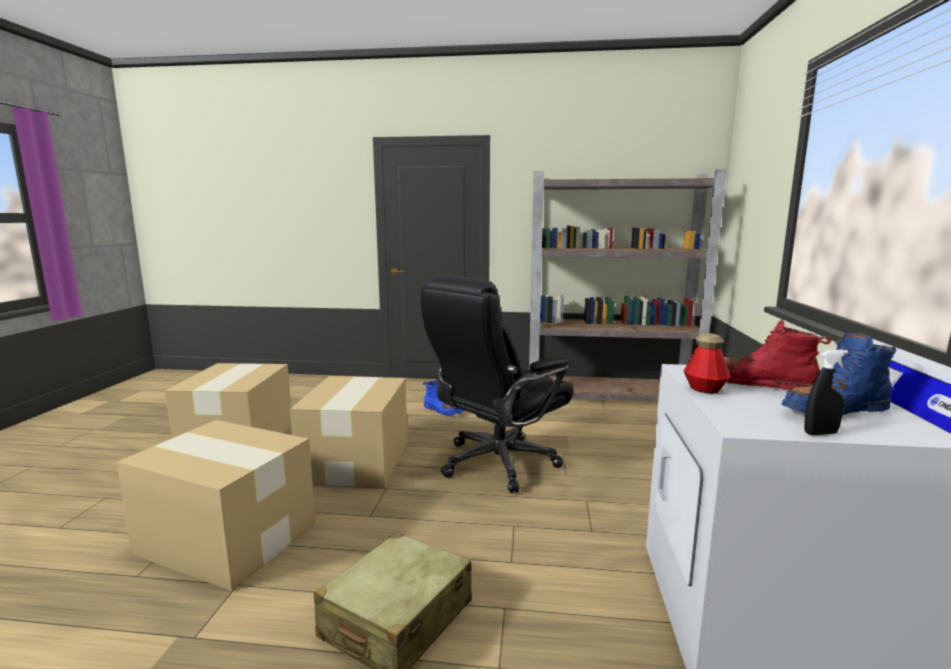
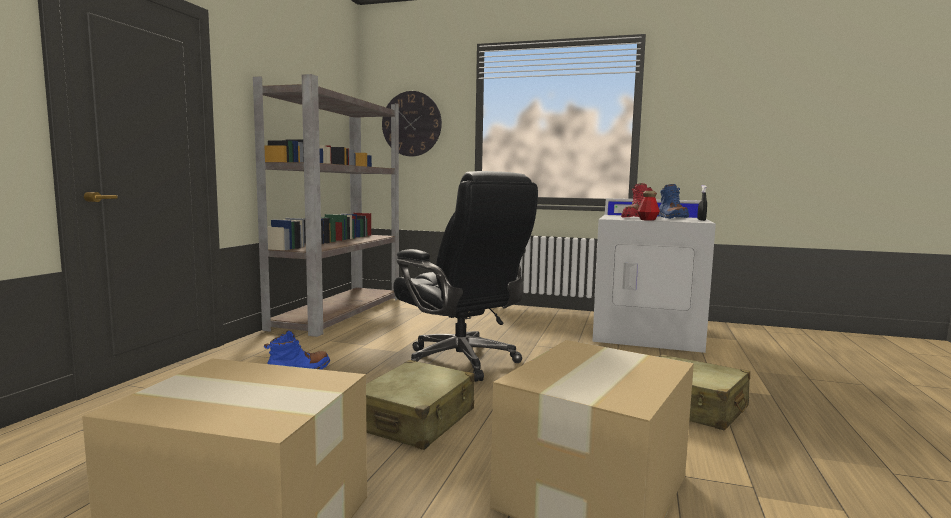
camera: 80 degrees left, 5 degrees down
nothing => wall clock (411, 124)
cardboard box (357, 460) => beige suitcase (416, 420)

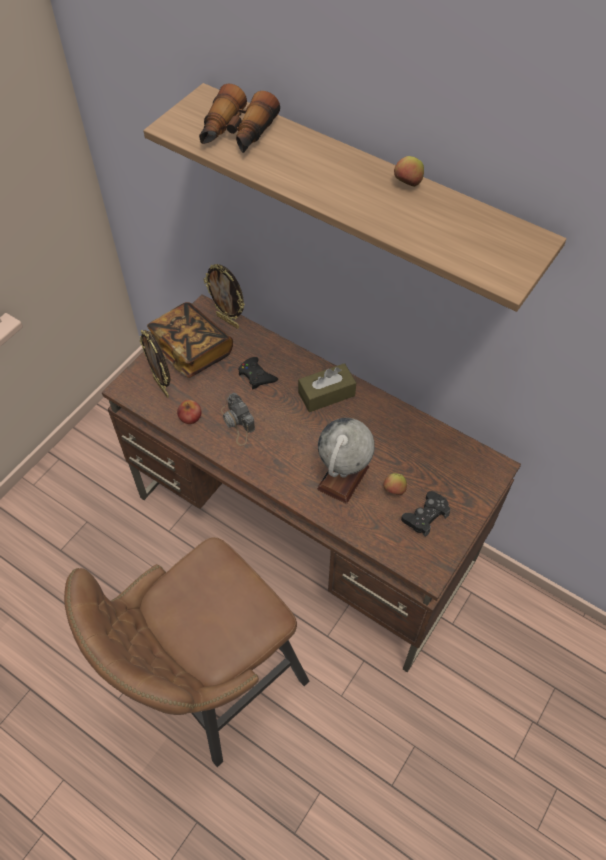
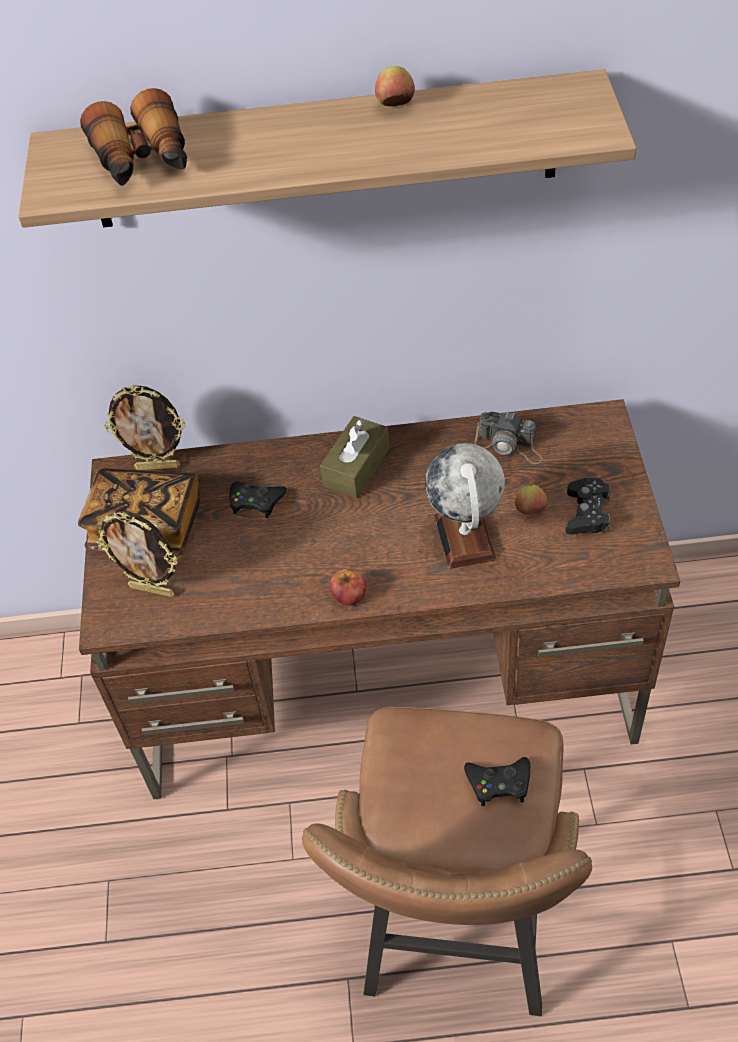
camera: 35 degrees left, 5 degrees down
nothing => black game controller (499, 783)
apple (190, 417) => apple (349, 594), shifted
photo camera (237, 423) => photo camera (509, 446), shifted

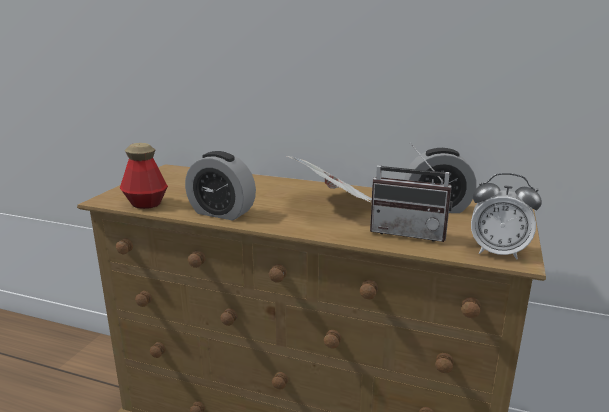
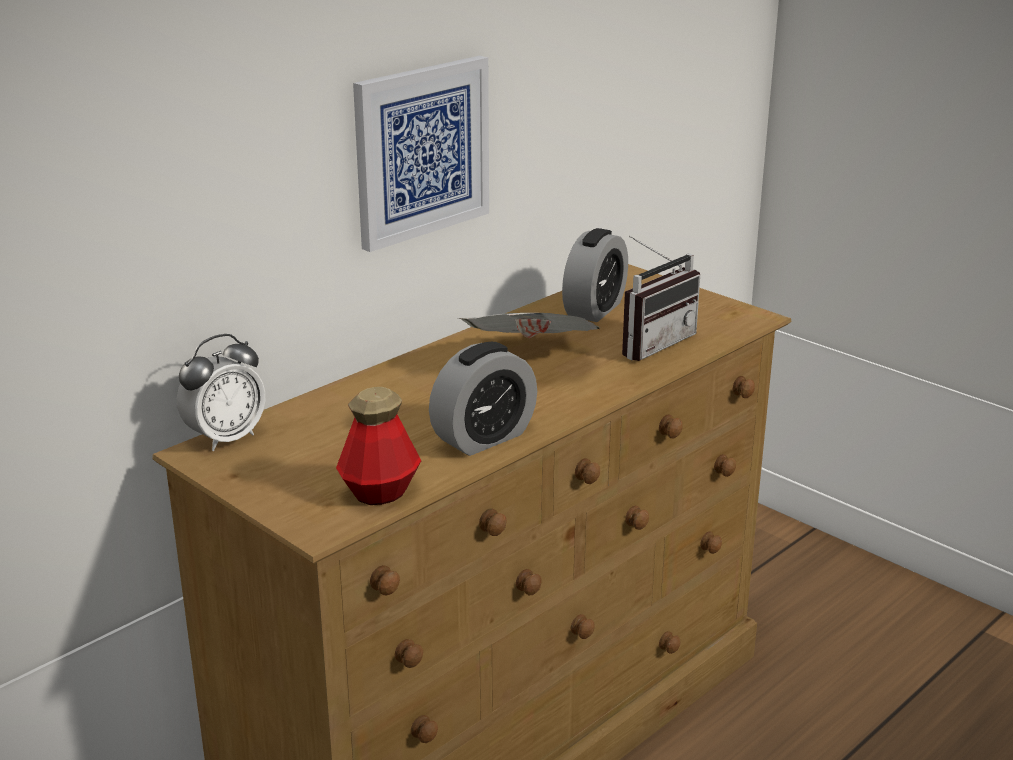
camera: 65 degrees left, 5 degrees up
nothing => picture (421, 151)
alarm clock (498, 252) => alarm clock (225, 438), shifted

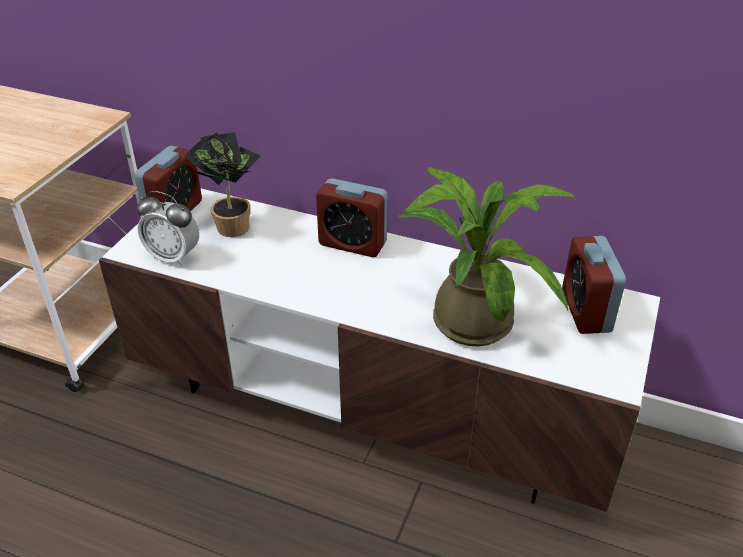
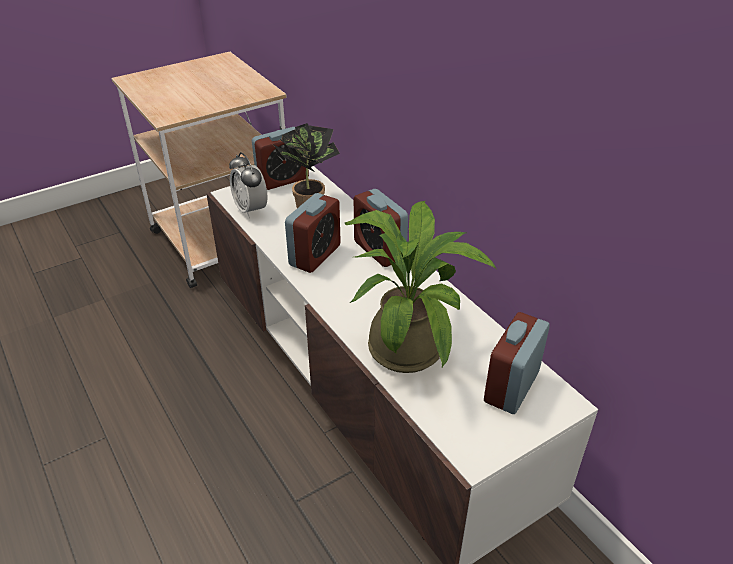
camera: 35 degrees right, 0 degrees up
nothing => alarm clock (315, 255)

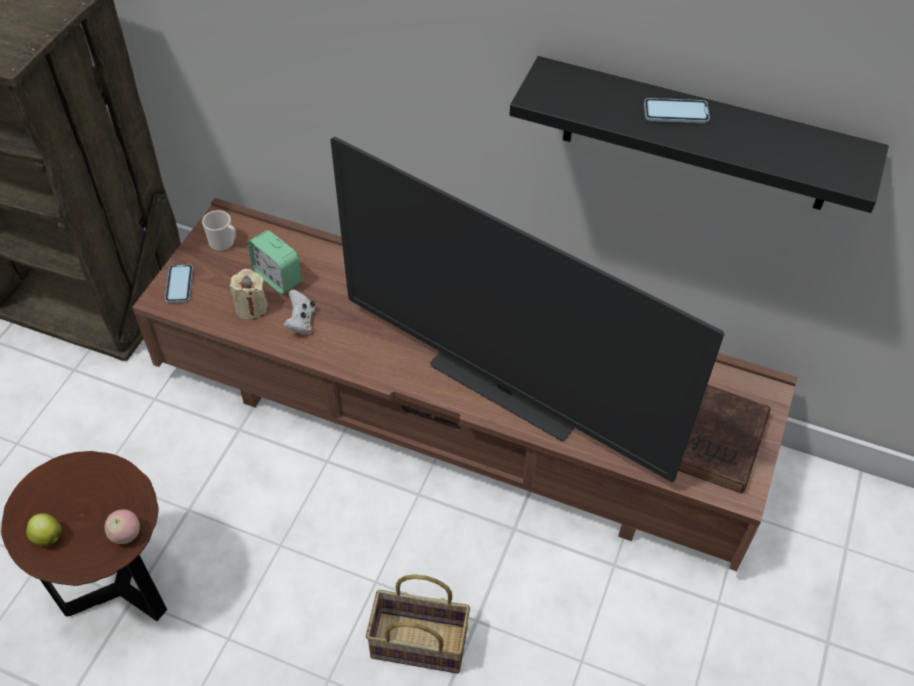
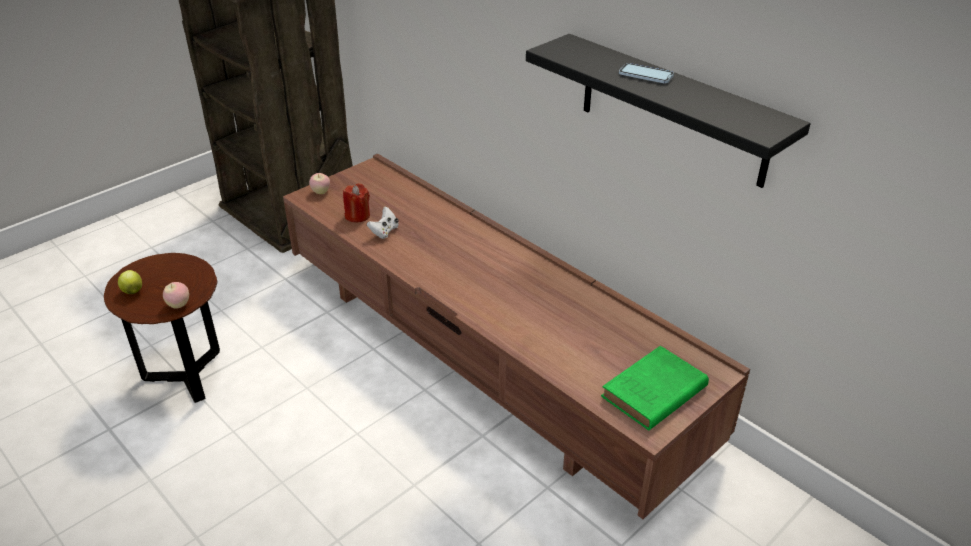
camera: 25 degrees right, 15 degrees down
mug (224, 243) => nothing
alarm clock (278, 277) => nothing
television (503, 392) => nothing
basket (416, 644) => nothing
phone (179, 285) => apple (321, 192)
beige candle (251, 307) => red candle (357, 216)
brown book (720, 444) => green book (652, 393)

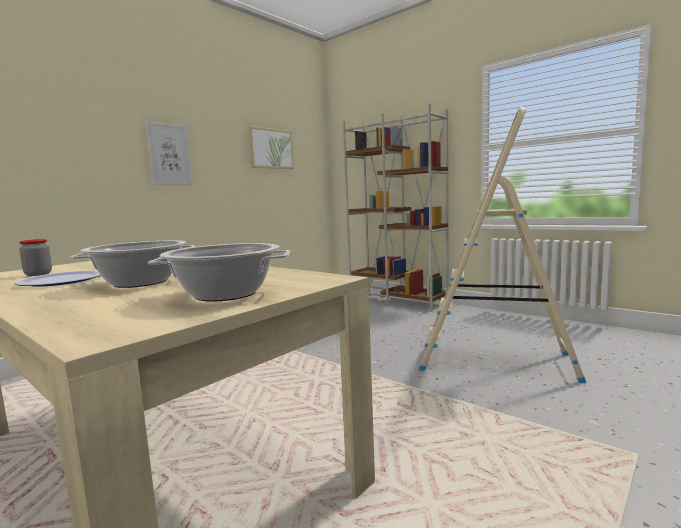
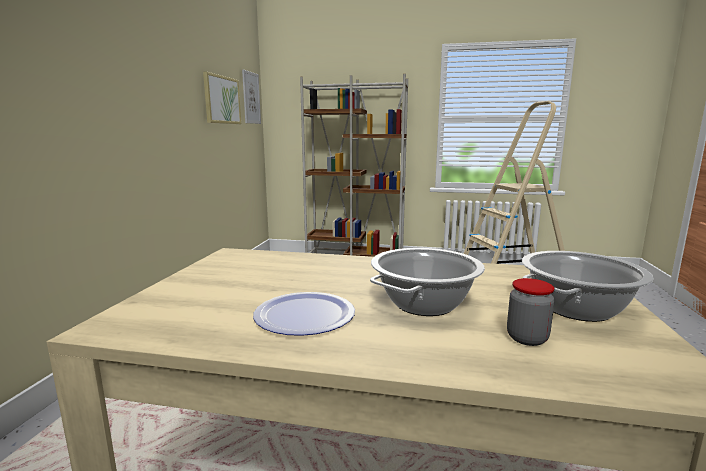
camera: 30 degrees left, 5 degrees up
jar (38, 274) => jar (527, 338), shifted
picture (169, 154) => picture (251, 98), shifted

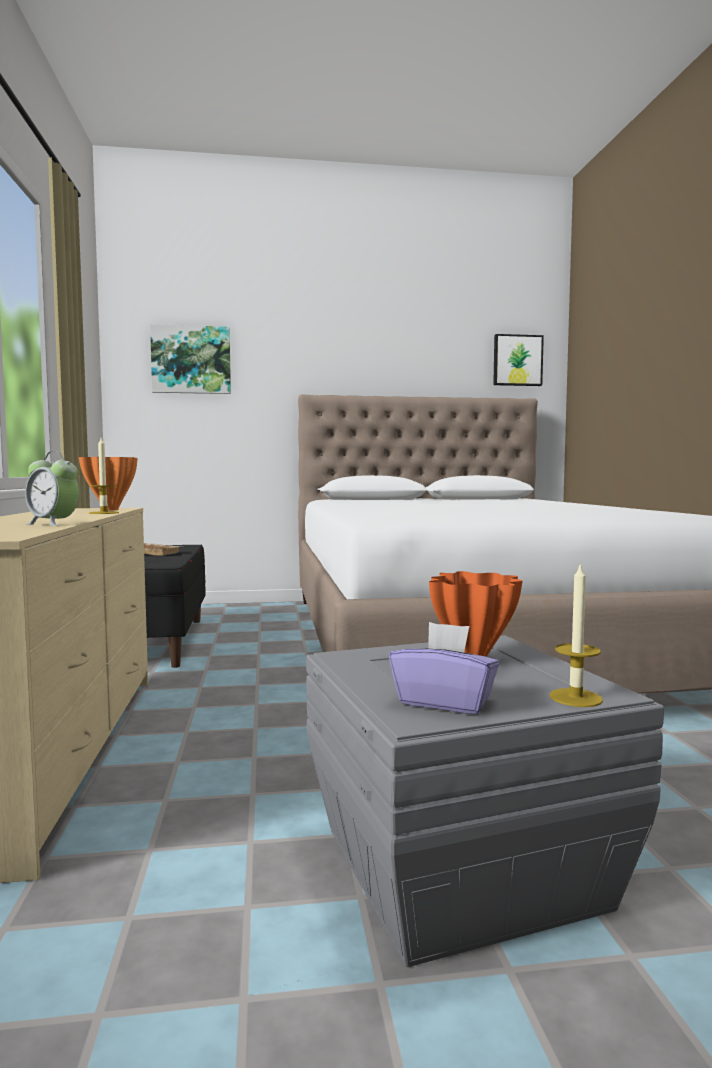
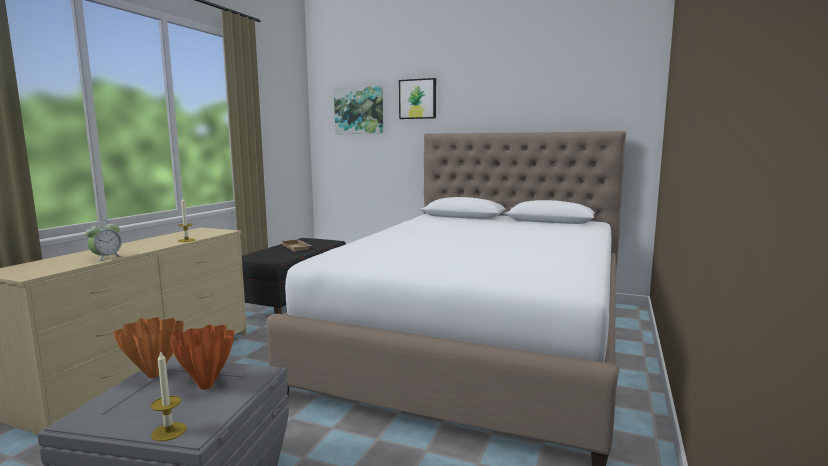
camera: 30 degrees right, 5 degrees up
purple tissue box (444, 701) => nothing
orange vase (110, 510) => orange vase (152, 375), shifted
picture (517, 360) => picture (418, 99), shifted
alarm clock (53, 524) => alarm clock (106, 258), 120 degrees counterclockwise

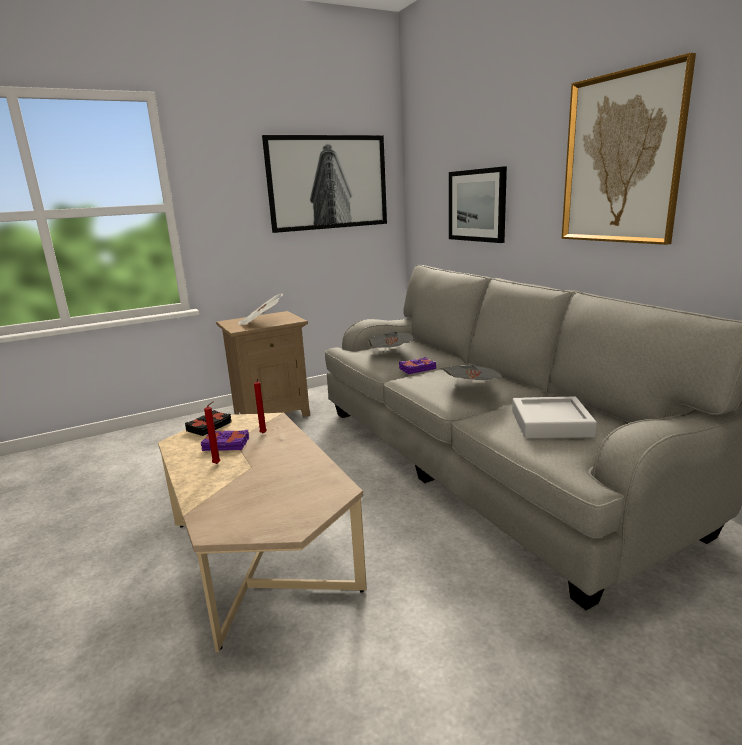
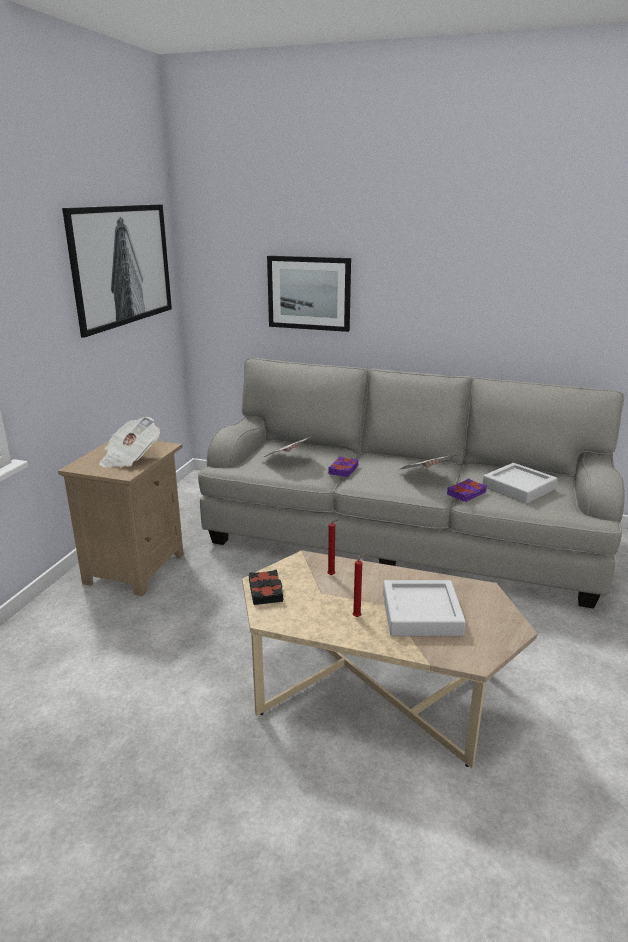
camera: 45 degrees left, 5 degrees up
picture (621, 159) => nothing
nothing => grey tray (421, 614)
purple book (226, 445) => purple book (466, 493), shifted

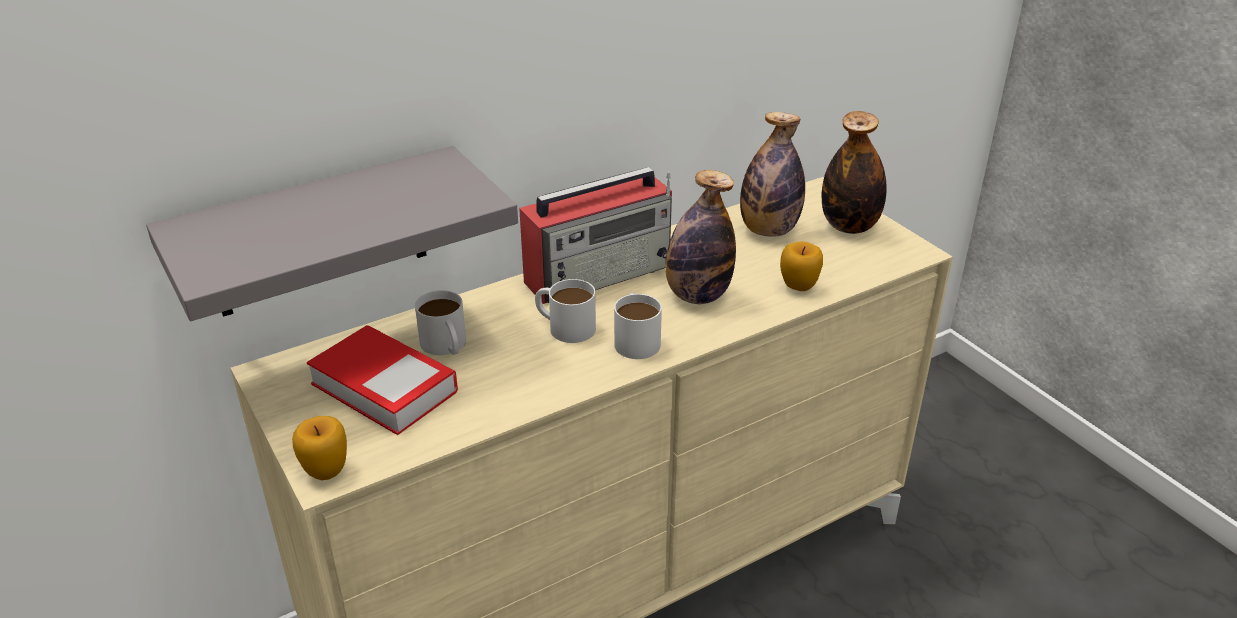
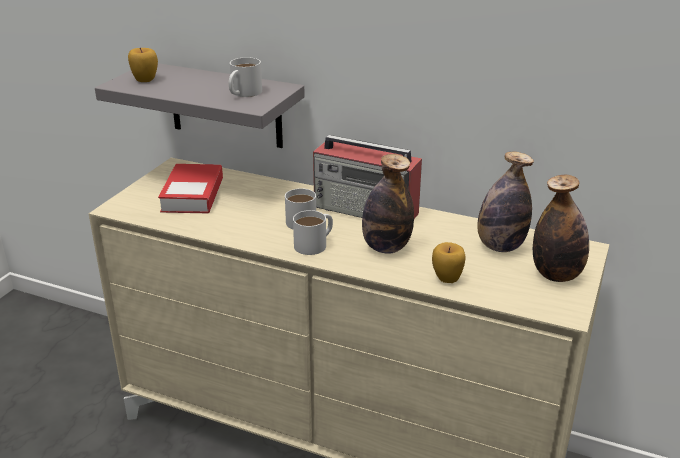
camera: 55 degrees right, 5 degrees down
apple (326, 470) => apple (145, 80), shifted
white mug (446, 346) => white mug (243, 93), shifted

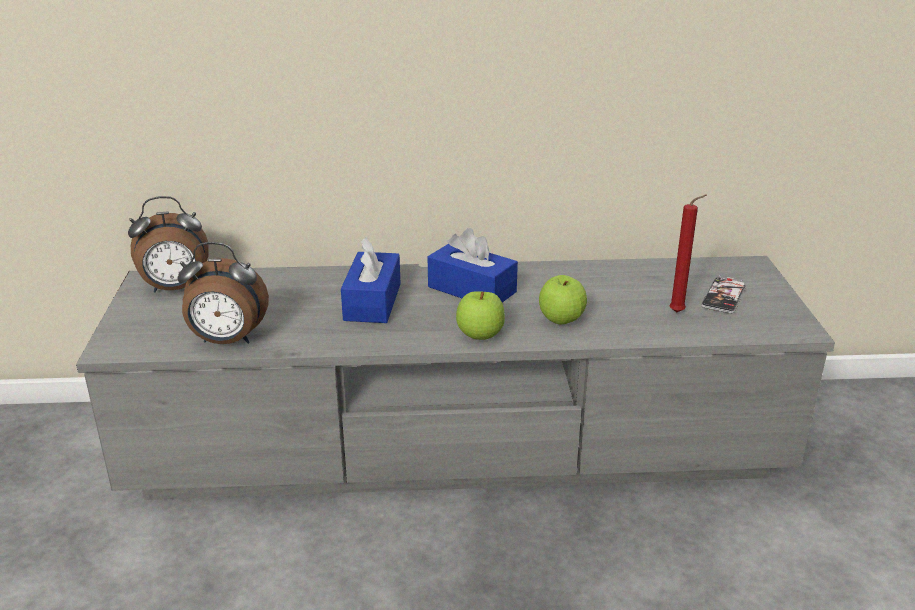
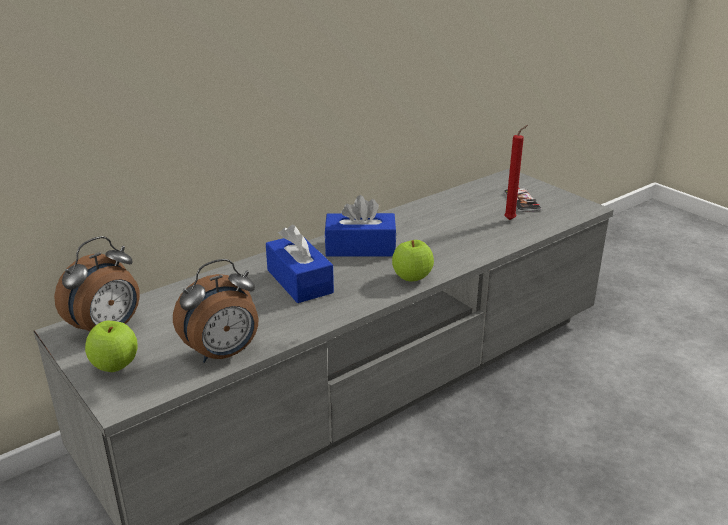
camera: 35 degrees left, 0 degrees up
apple (561, 320) => apple (115, 366), shifted

